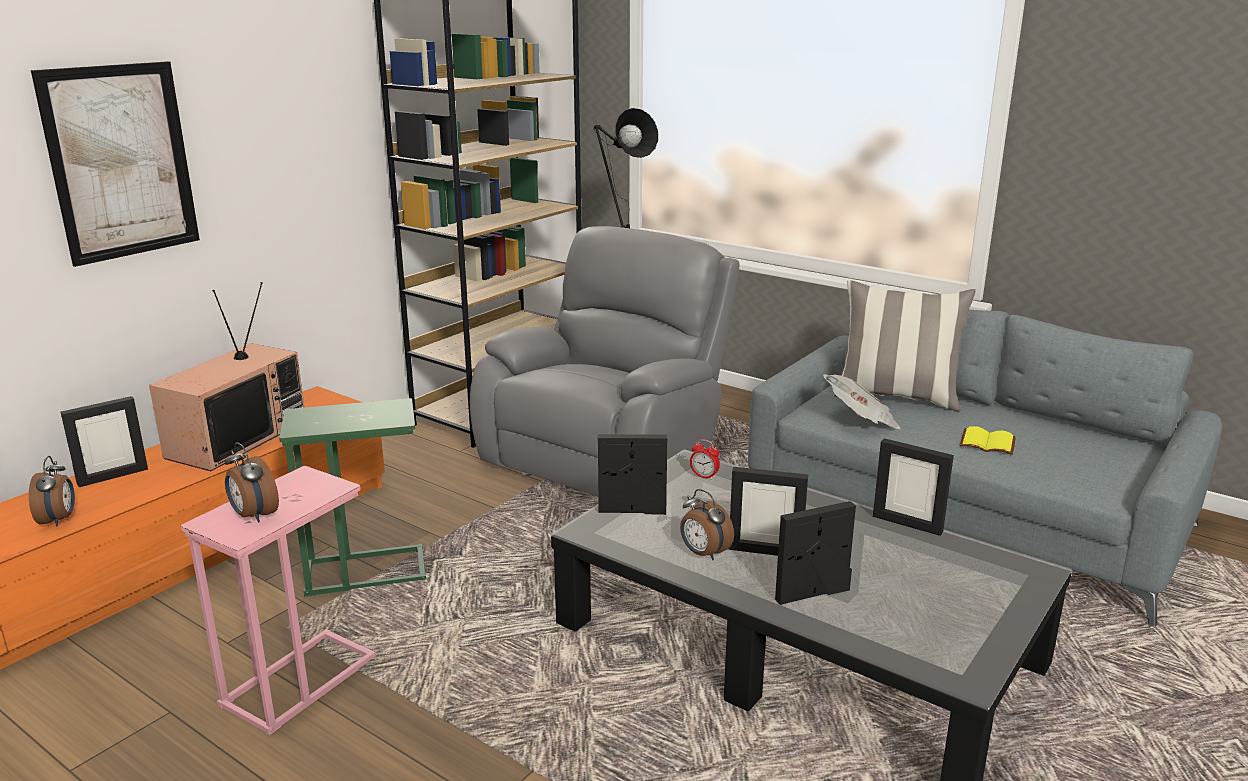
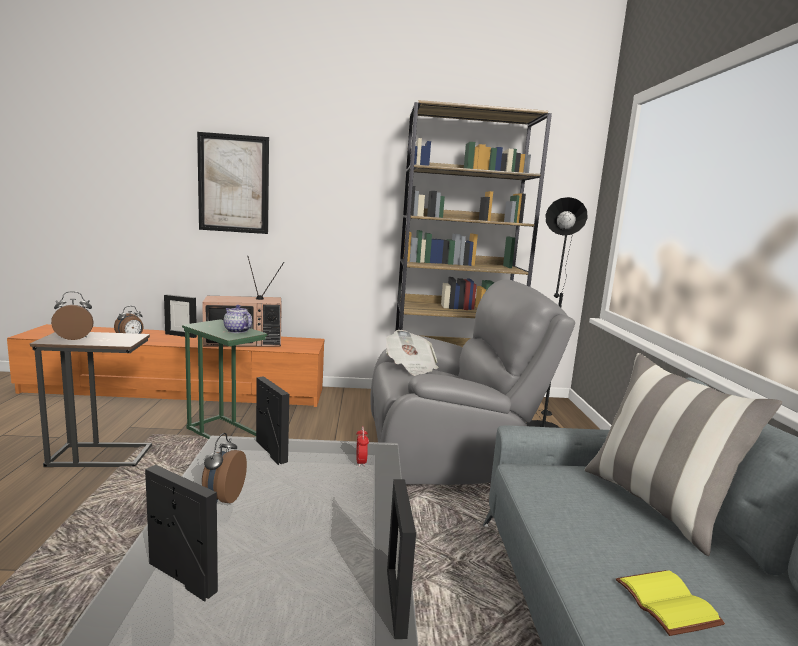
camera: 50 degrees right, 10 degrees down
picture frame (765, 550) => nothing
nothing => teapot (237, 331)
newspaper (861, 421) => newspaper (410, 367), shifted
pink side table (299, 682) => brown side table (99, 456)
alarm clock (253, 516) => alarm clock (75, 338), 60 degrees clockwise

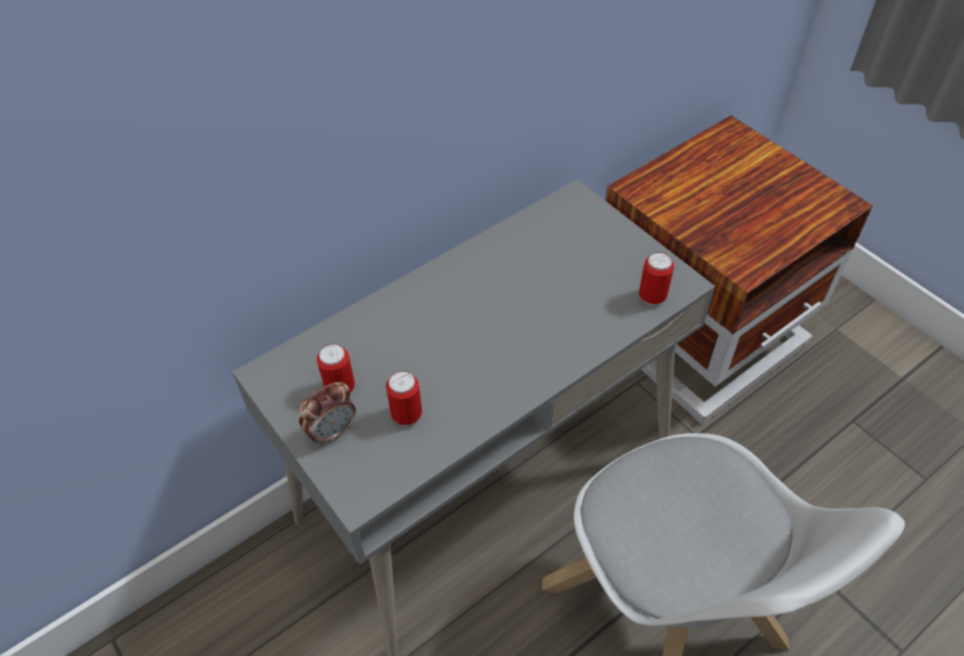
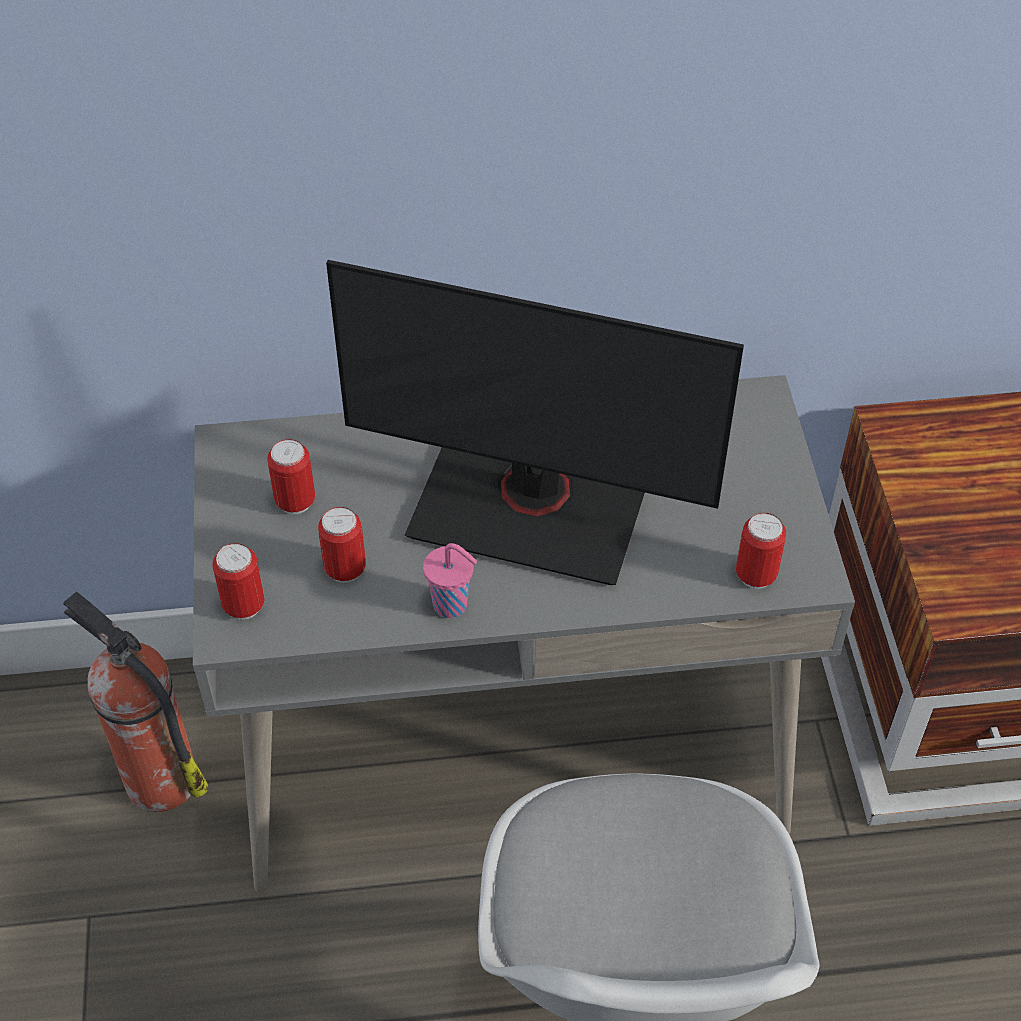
camera: 30 degrees right, 0 degrees up
alarm clock (332, 431) => nothing
nothing => fire extinguisher (158, 778)
nothing => can (244, 606)
nothing => monitor (530, 506)
nothing => pink cup (452, 605)

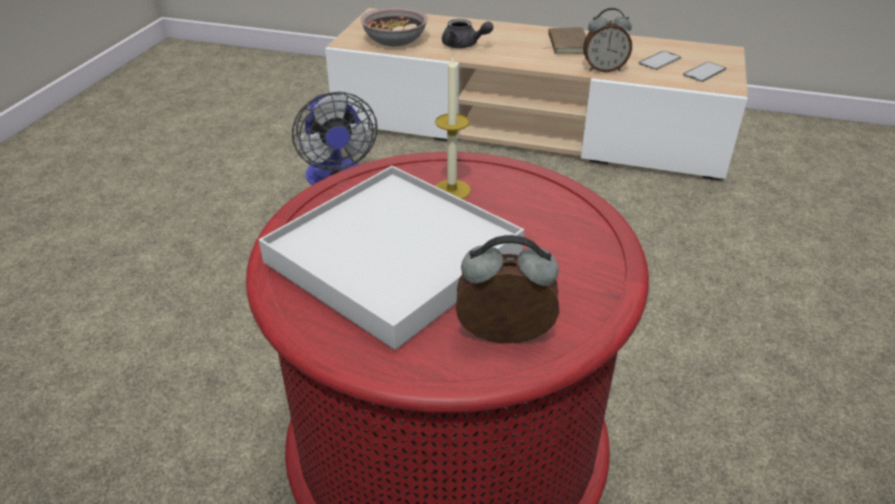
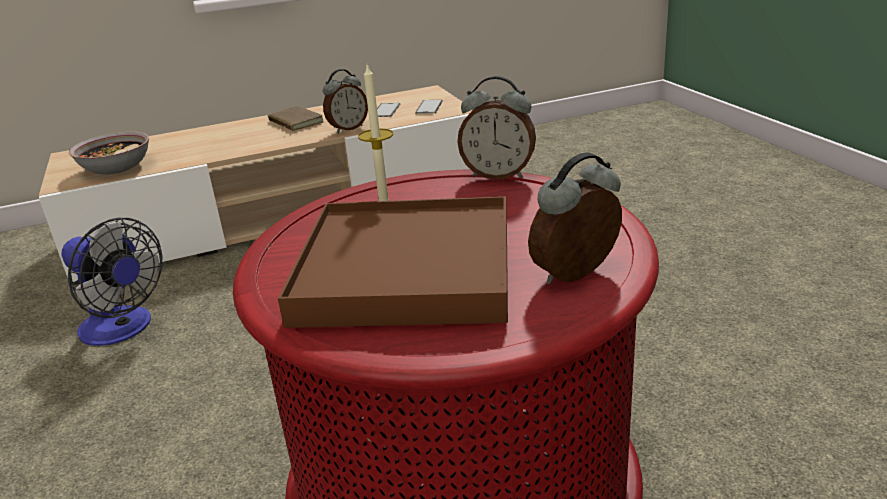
camera: 35 degrees left, 10 degrees down
grey teapot (464, 45) => nothing
nothing => alarm clock (498, 175)
white tray (394, 257) => brown tray (407, 269)

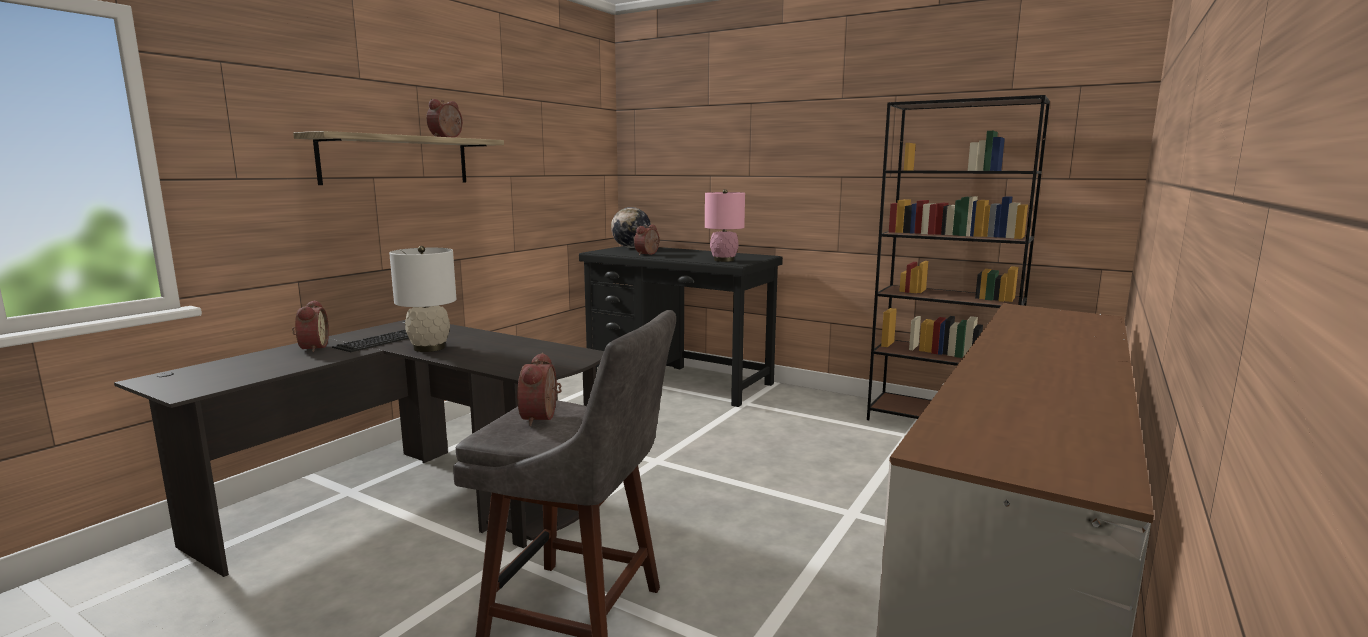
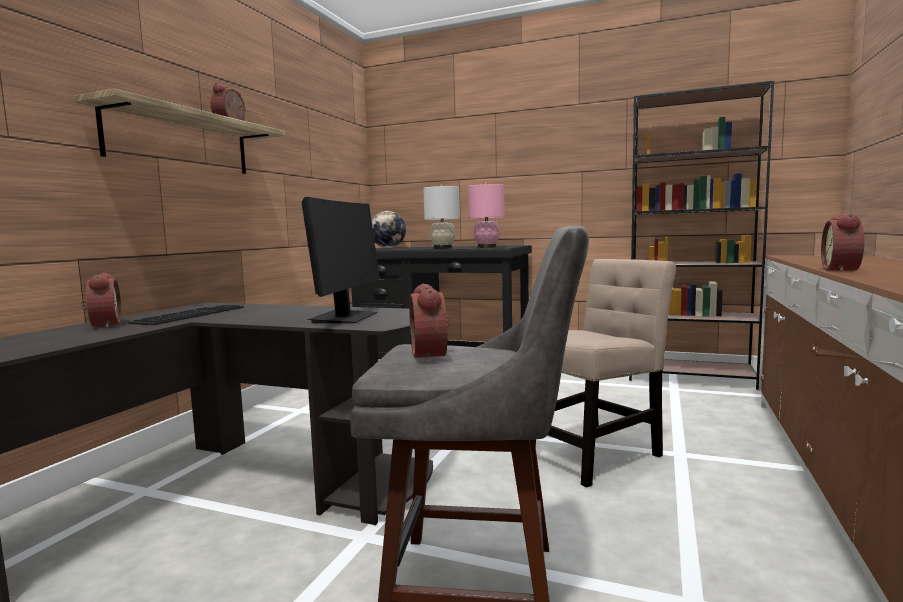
camera: 10 degrees left, 5 degrees down
nothing => monitor (344, 318)
nothing => beige chair (597, 454)
white table lamp (429, 348) => white table lamp (442, 248), shifted
alarm clock (648, 254) => alarm clock (844, 270), shifted

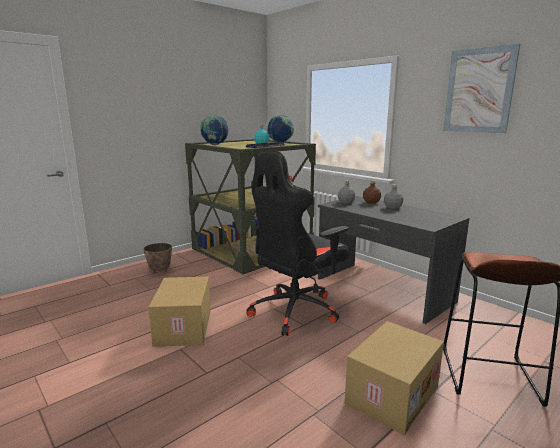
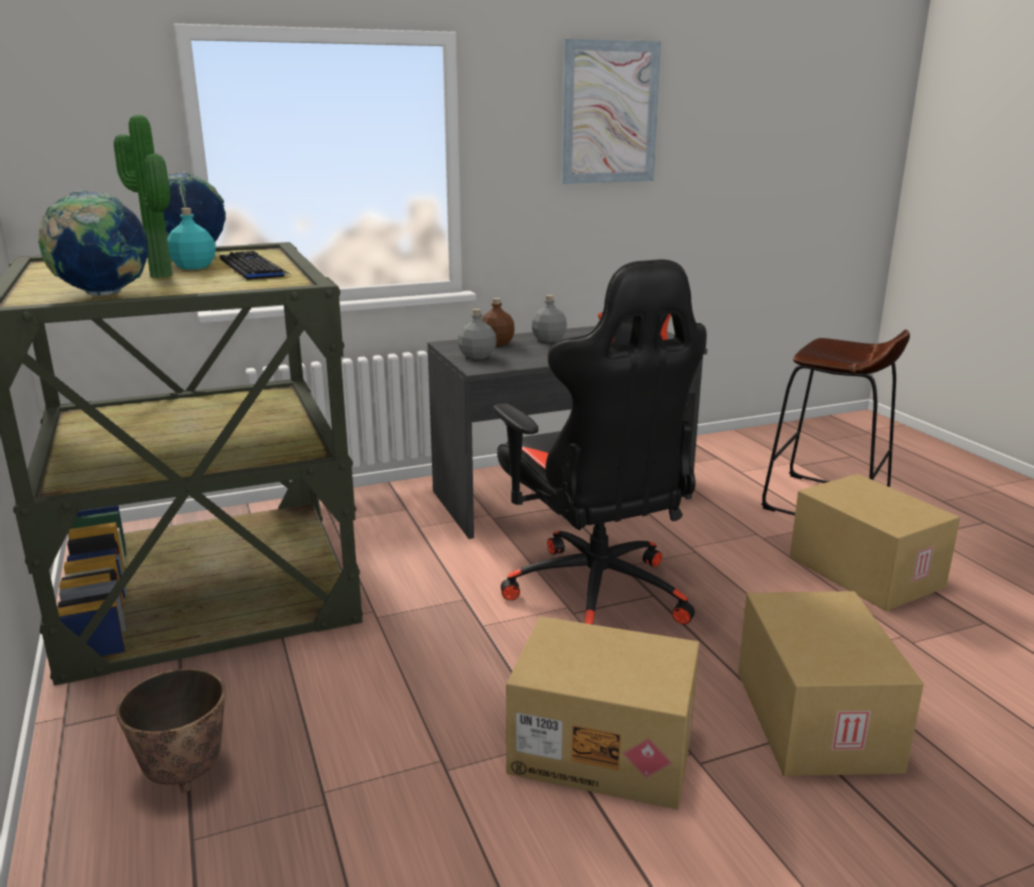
camera: 70 degrees left, 5 degrees up
nothing => potted plant (157, 276)
nothing => cardboard box (811, 718)

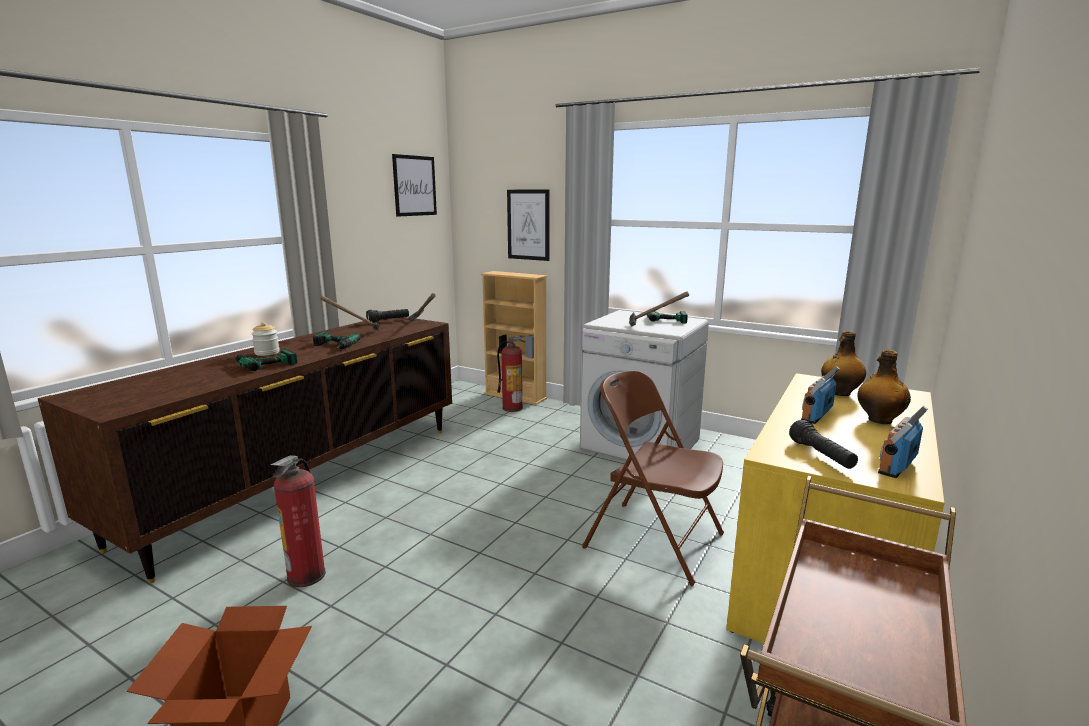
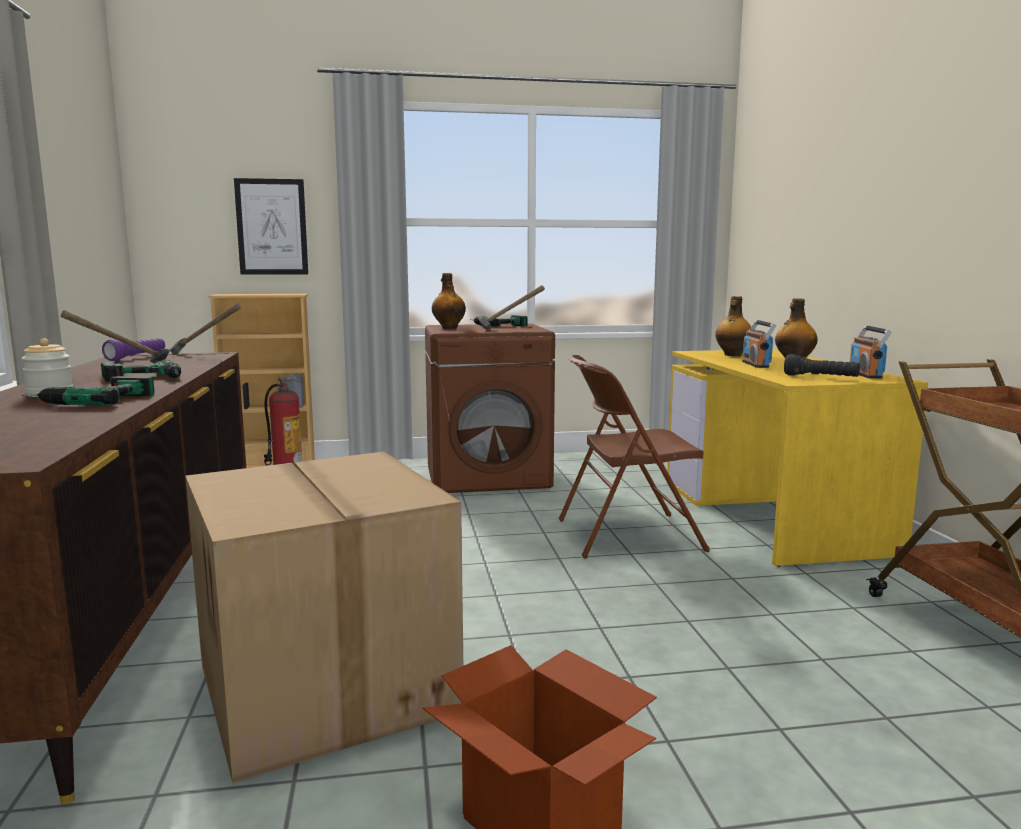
camera: 40 degrees left, 5 degrees down
picture (414, 186) => nothing
nothing => bottle (449, 327)
fire extinguisher (306, 576) => cardboard box (330, 688)
black flashlight (388, 321) => purple flashlight (136, 357)
white washing machine (639, 444) => brown washing machine (490, 476)

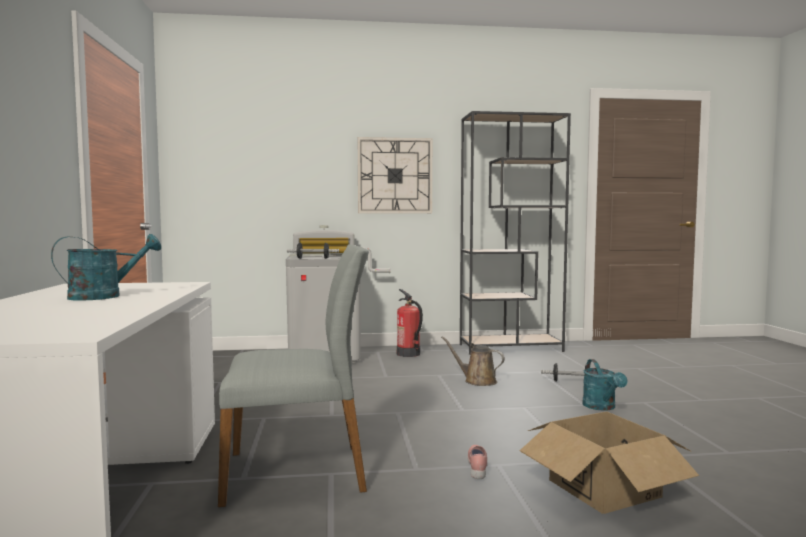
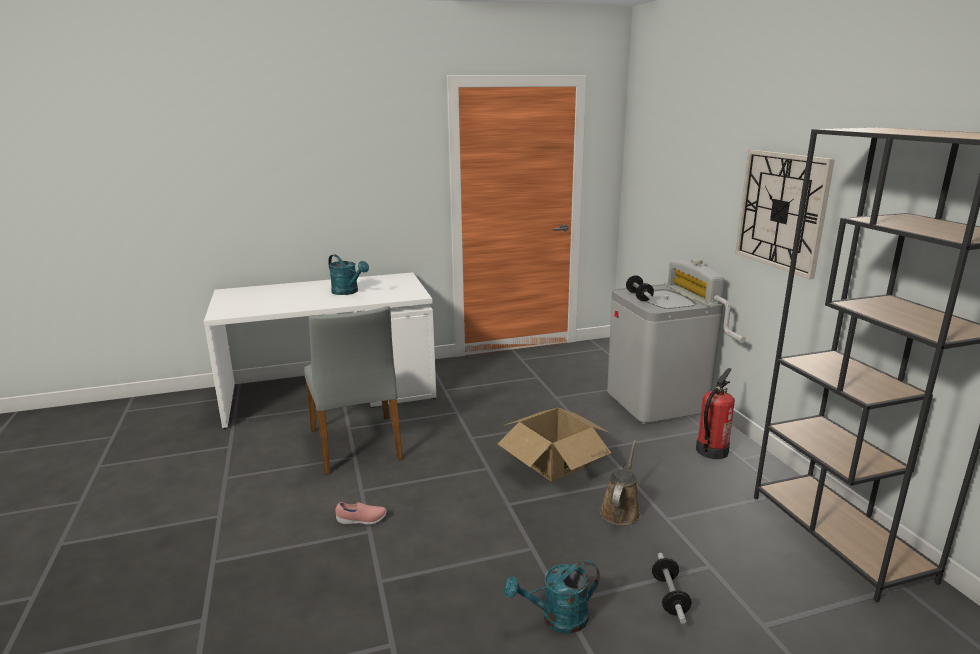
camera: 80 degrees right, 15 degrees up
cardboard box (603, 487) => cardboard box (554, 461), shifted

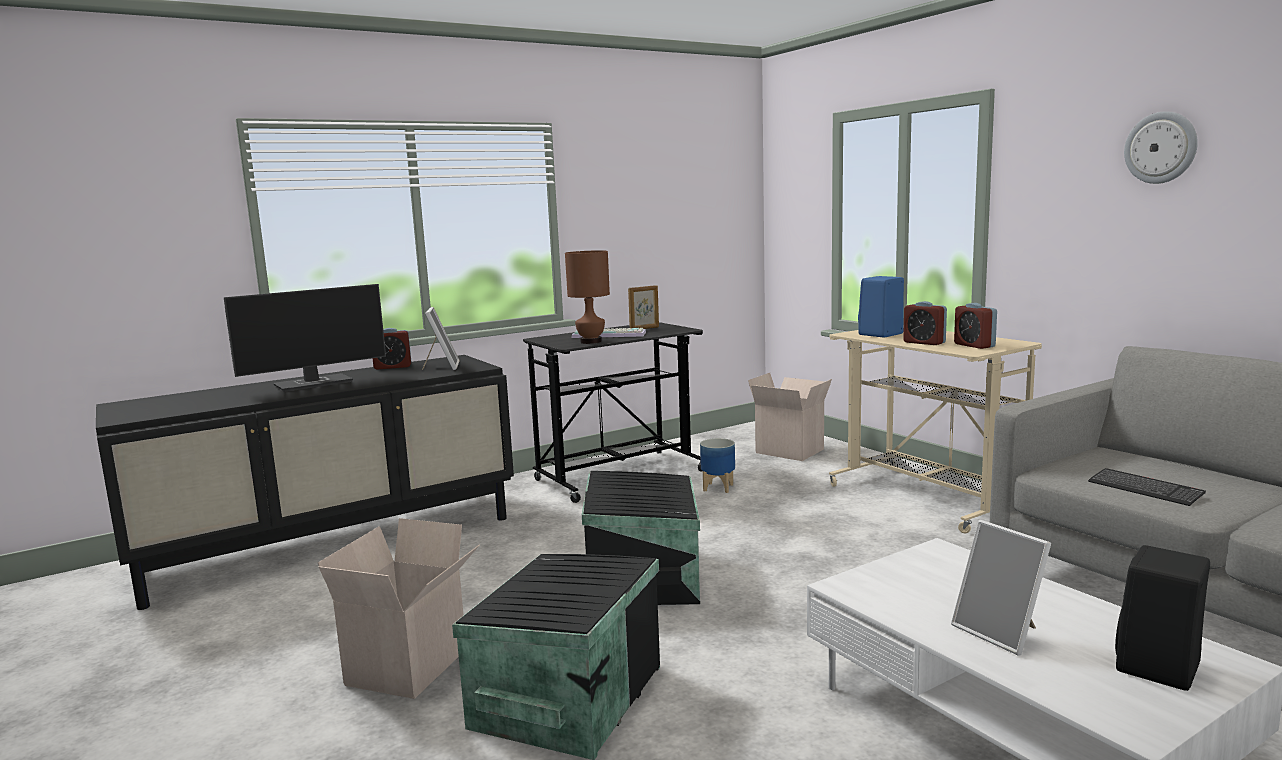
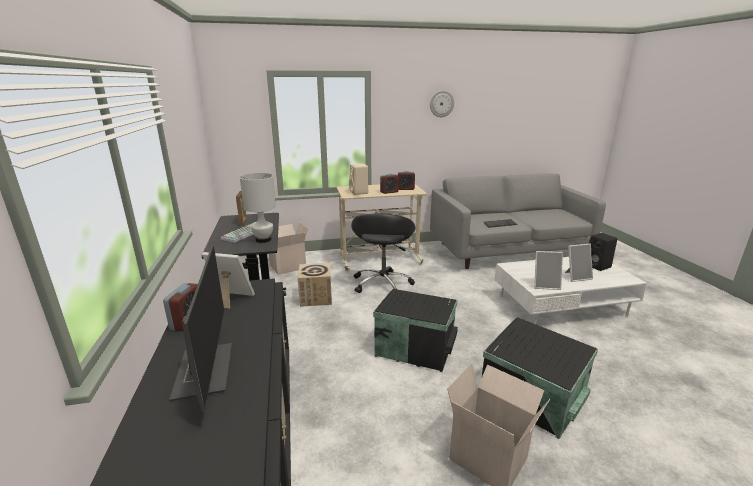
camera: 70 degrees left, 10 degrees up
nothing => black office chair (382, 285)
nothing => picture frame (545, 285)
planter (718, 487) => cardboard box (316, 297)
brown table lamp (591, 342) => white table lamp (264, 239)
blue speaker (880, 334) => beige speaker (359, 192)

